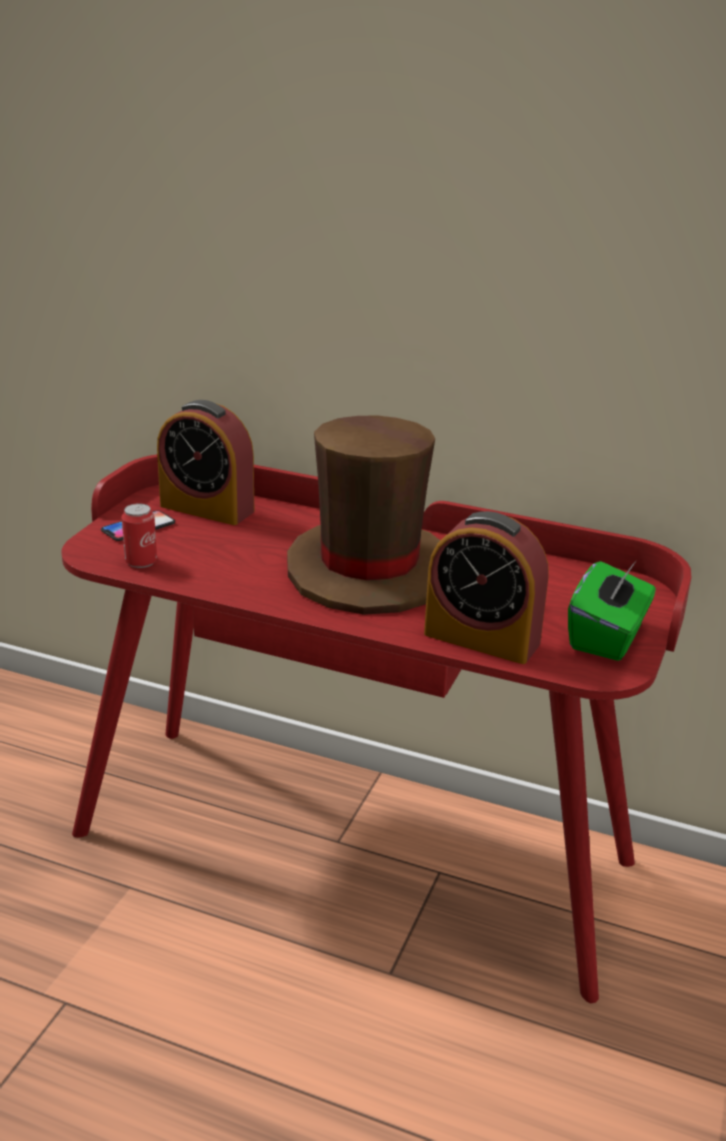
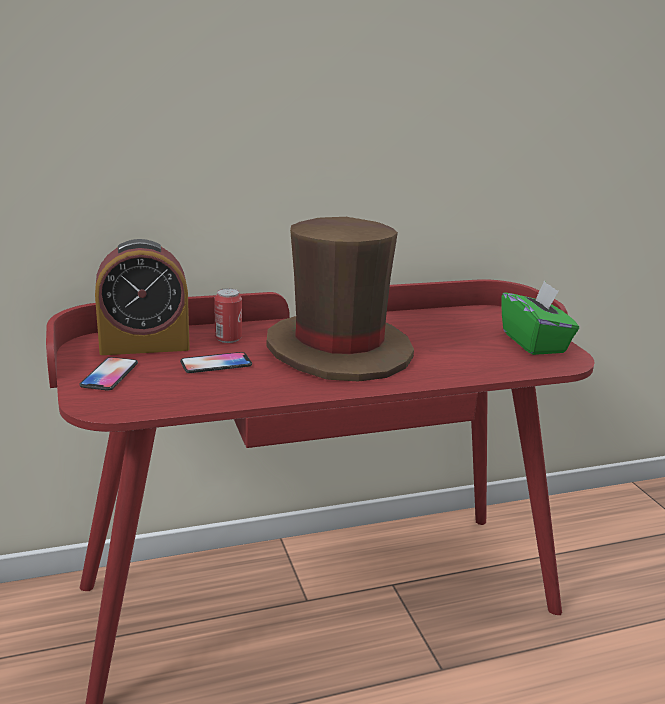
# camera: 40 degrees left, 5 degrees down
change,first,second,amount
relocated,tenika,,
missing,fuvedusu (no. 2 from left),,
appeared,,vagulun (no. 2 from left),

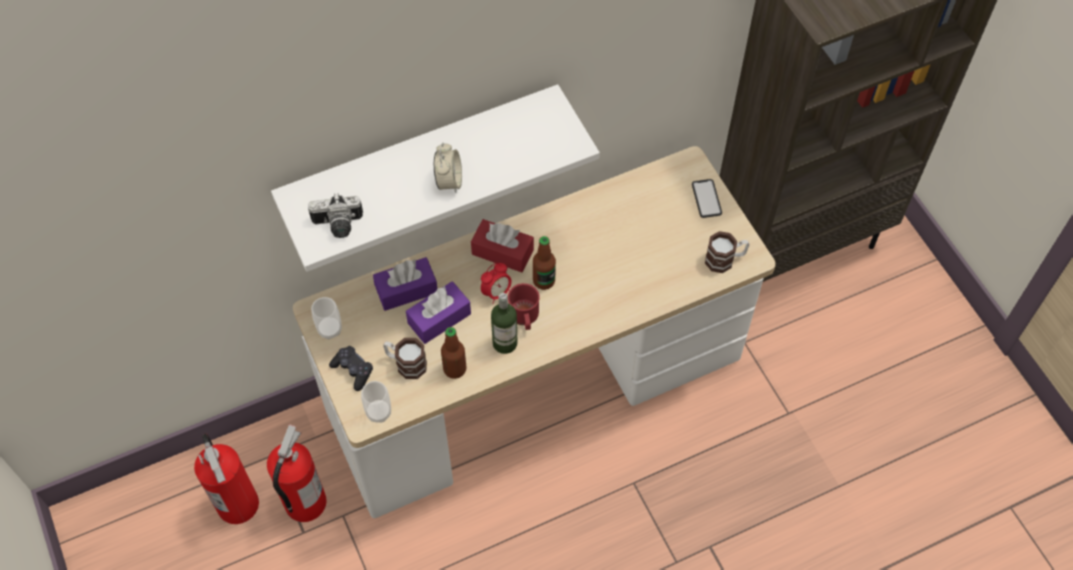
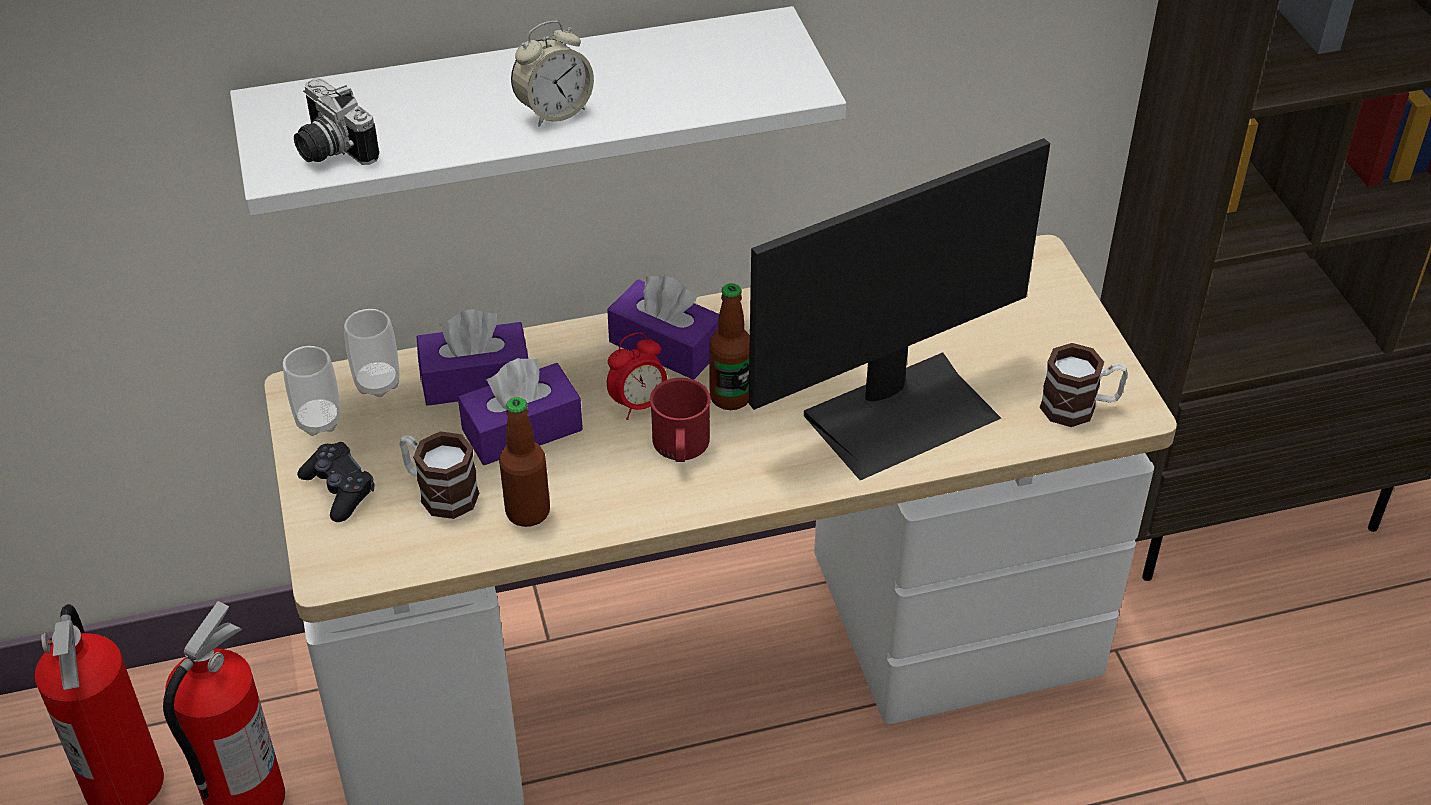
# camera: 10 degrees right, 15 degrees down
change,first,second,amount
spun,fuvedusu (no. 1 from left),,45 degrees clockwise
missing,vagulun,,
spun,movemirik,,45 degrees clockwise
colour,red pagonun,purple pagonun (no. 3 from left),
missing,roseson (no. 2 from left),,
relocated,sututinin (no. 2 from left),,
appeared,,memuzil,

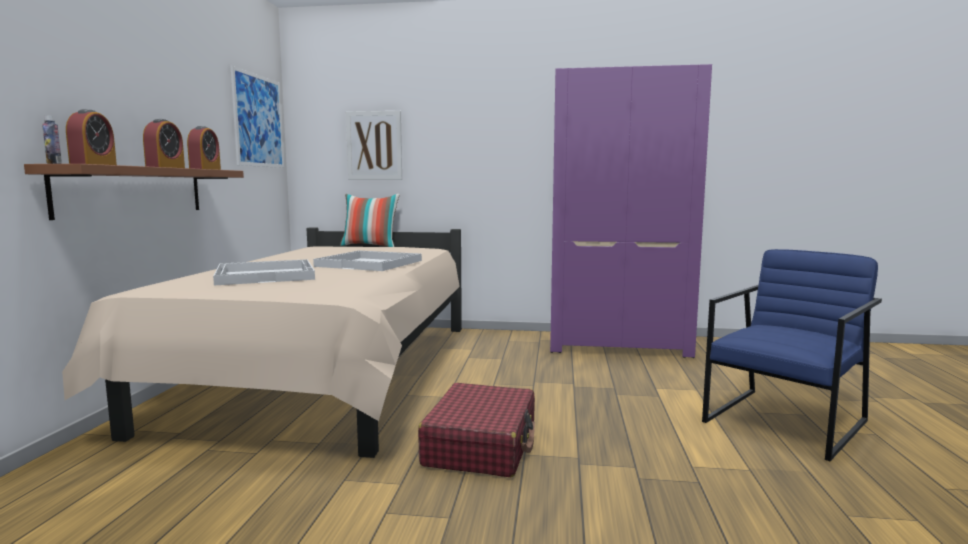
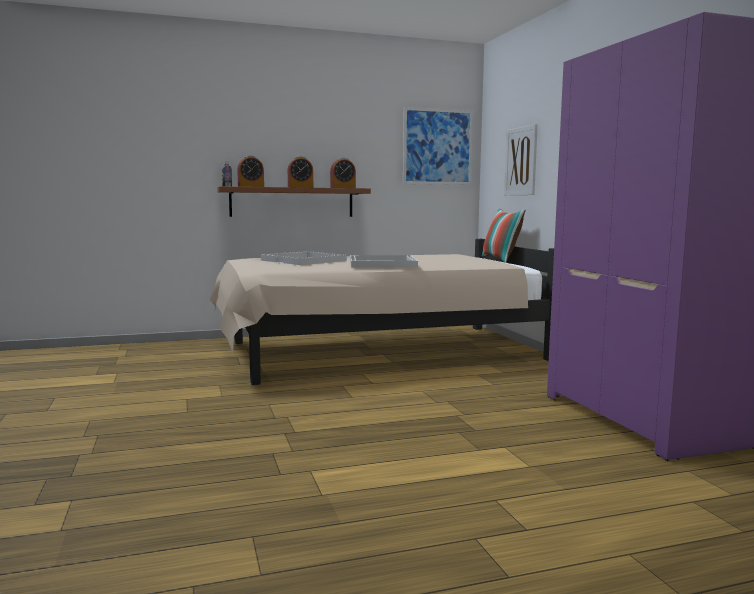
# camera: 65 degrees right, 0 degrees up
change,first,second,amount
missing,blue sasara,,
missing,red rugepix,,

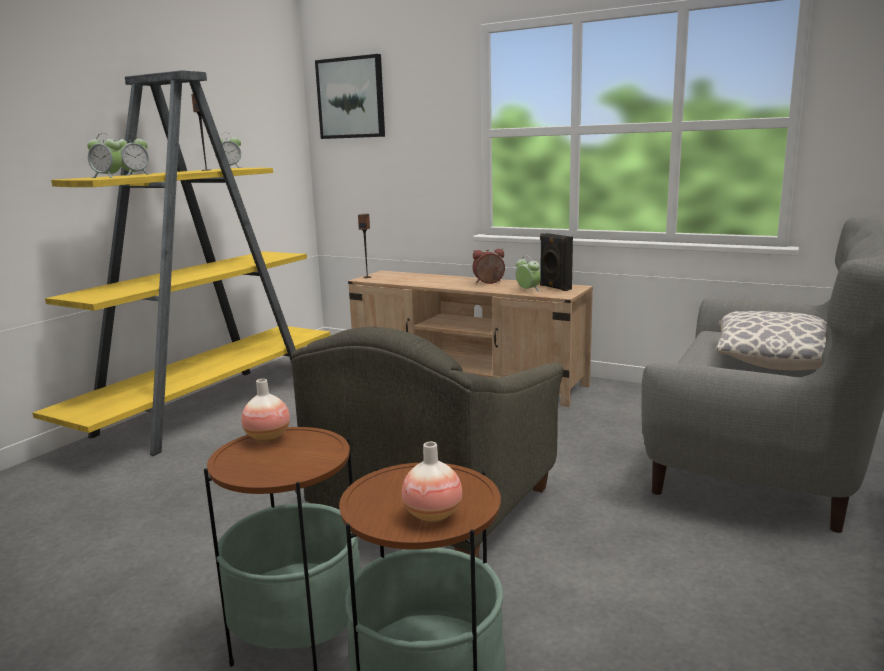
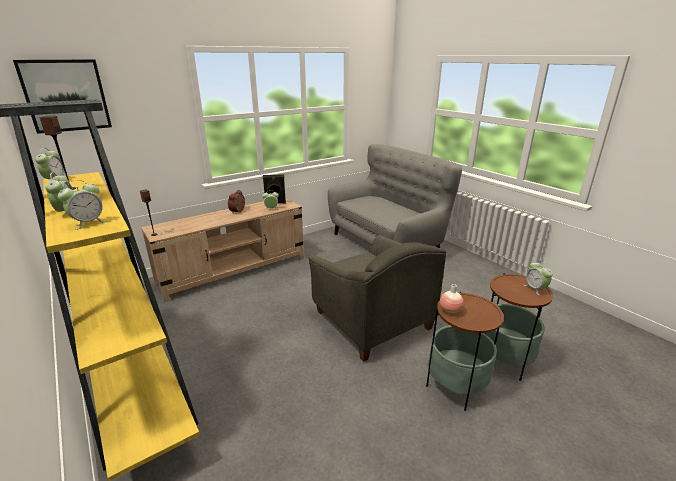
# camera: 65 degrees left, 10 degrees up
change,first,second,amount
missing,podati,,
exchanged,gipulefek (no. 2 from left),fuvedusu (no. 6 from left),

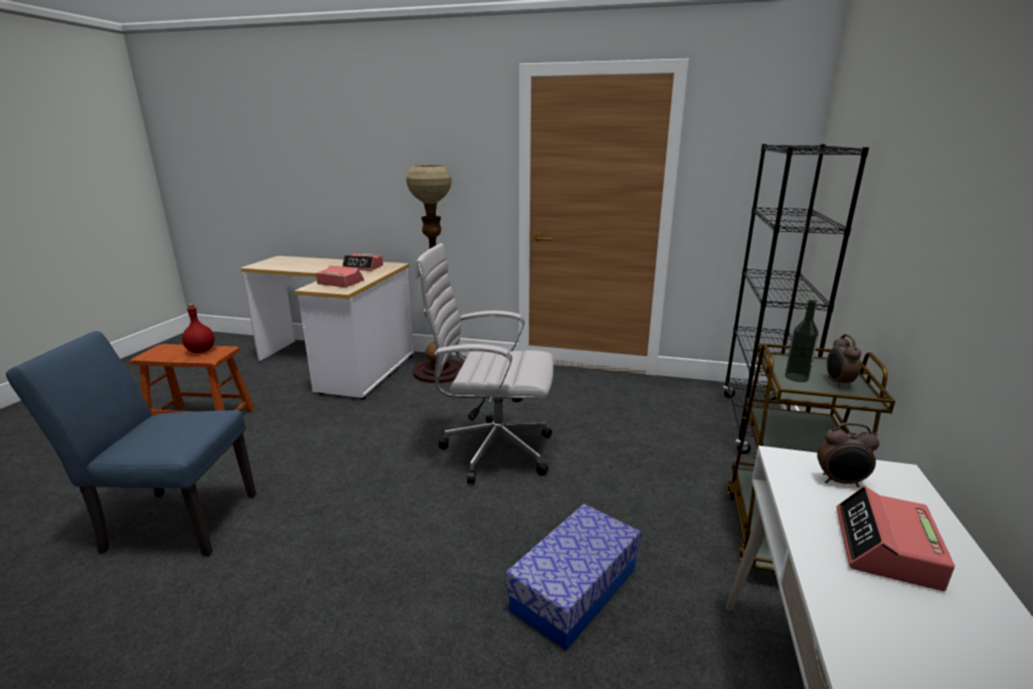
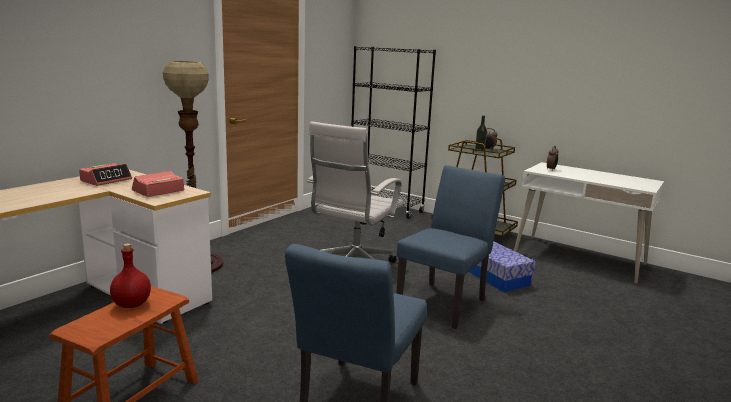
# camera: 70 degrees left, 5 degrees down
change,first,second,amount
missing,fuvedusu (no. 5 from left),,
appeared,,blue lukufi (no. 2 from left),

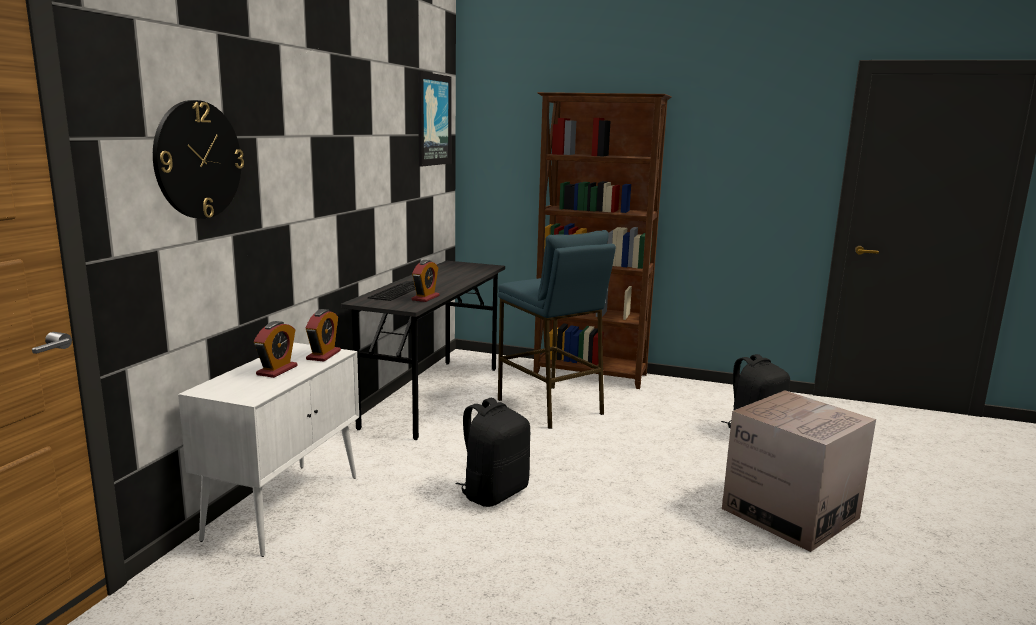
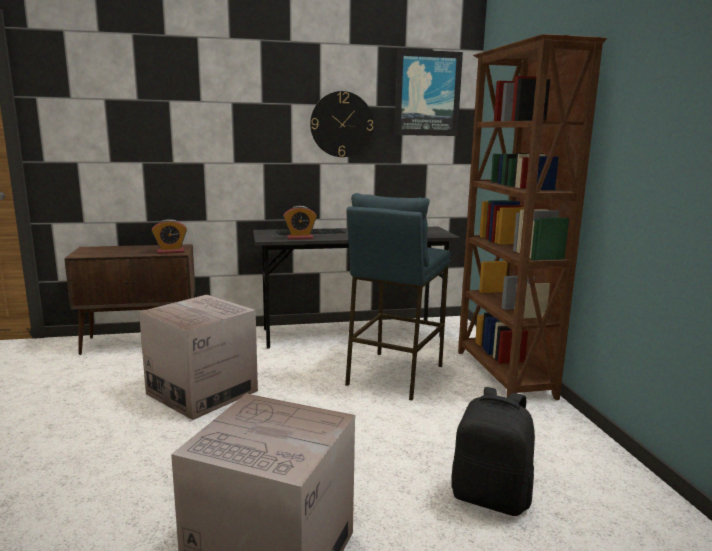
# camera: 60 degrees right, 0 degrees up
change,first,second,amount
relocated,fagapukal,,
missing,fuvedusu (no. 1 from left),,
colour,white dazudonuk,brown dazudonuk,
exchanged,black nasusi (no. 1 from left),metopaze (no. 1 from left),

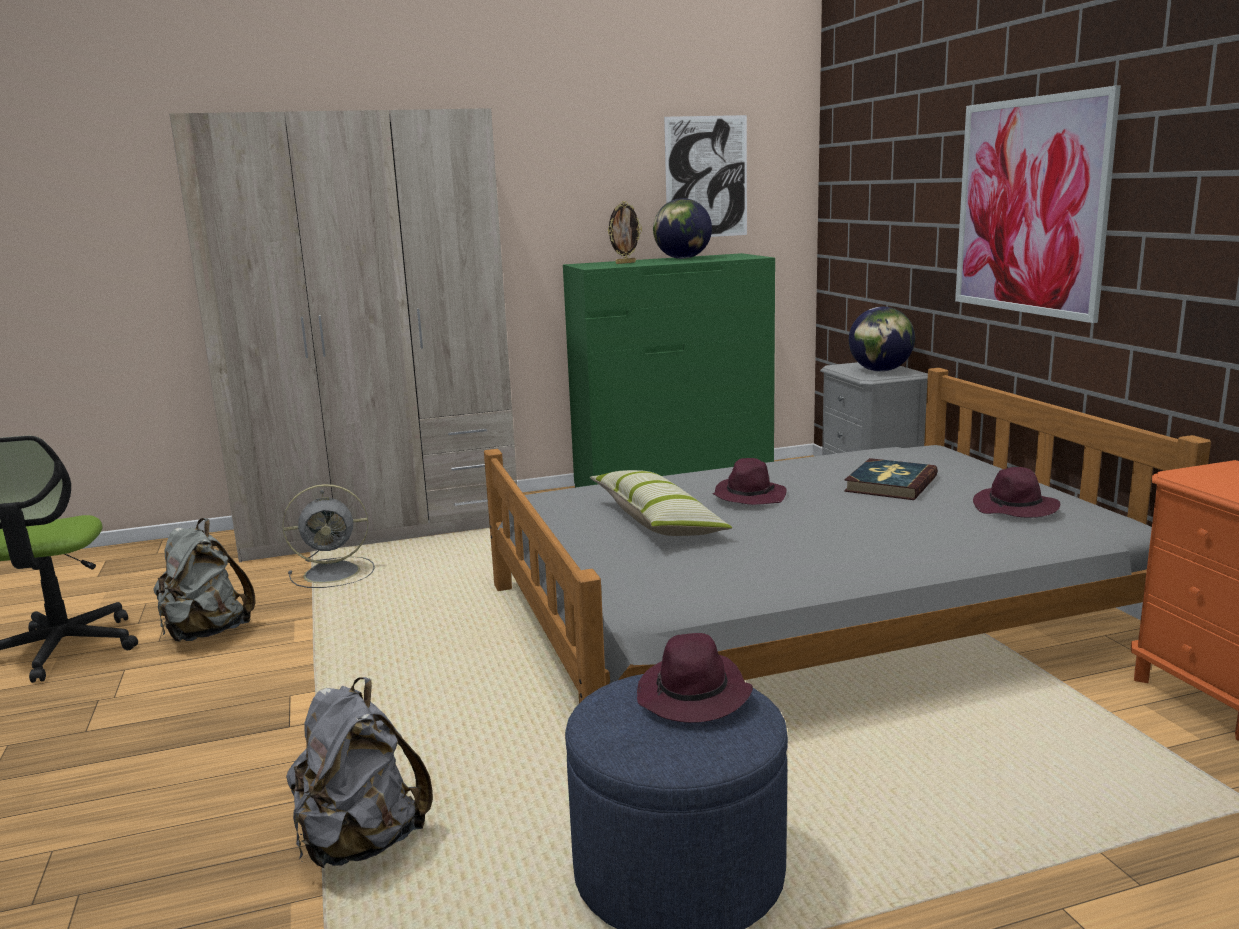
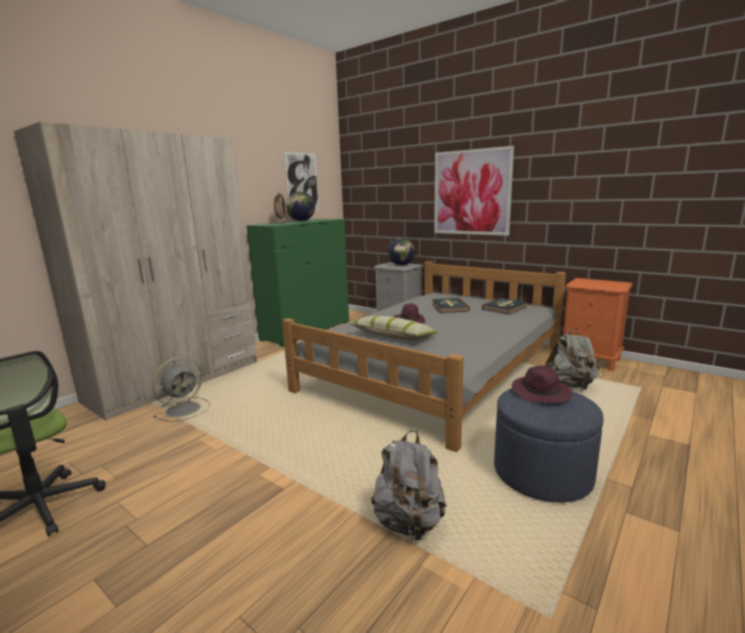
# camera: 35 degrees left, 0 degrees up
change,first,second,amount
exchanged,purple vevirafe (no. 3 from left),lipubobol (no. 2 from left),
relocated,grey nasusi (no. 1 from left in the first image),grey nasusi (no. 2 from left),

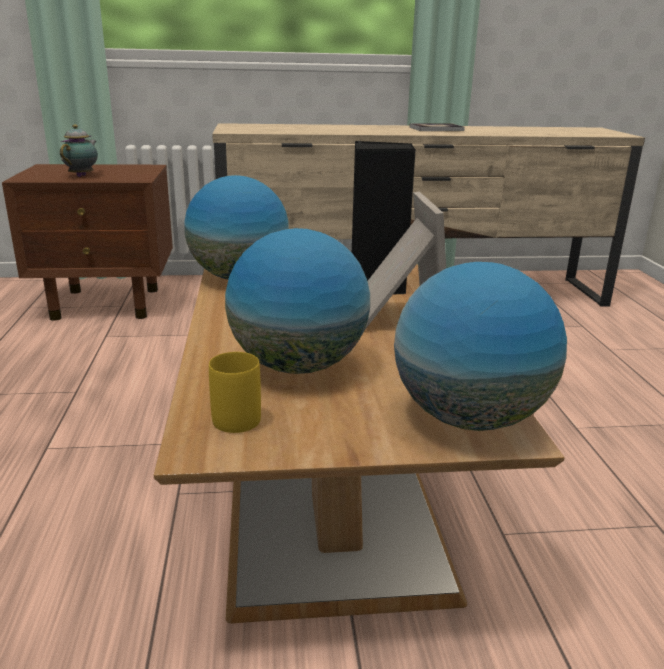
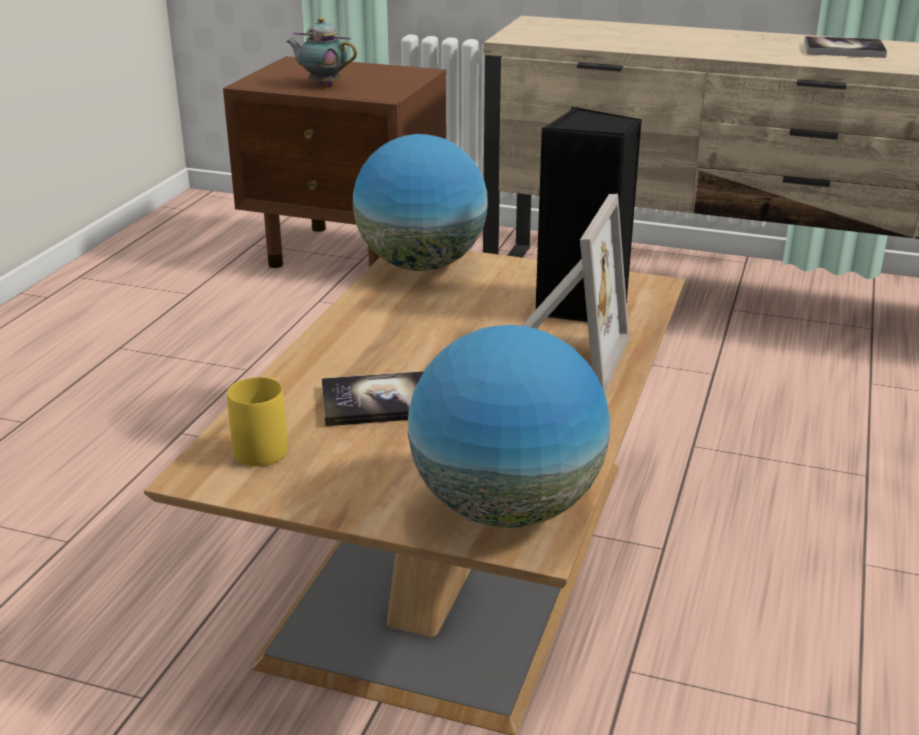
# camera: 25 degrees right, 5 degrees up
change,first,second,amount
spun,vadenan,,105 degrees counterclockwise
exchanged,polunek (no. 2 from left),lipubobol (no. 1 from left),

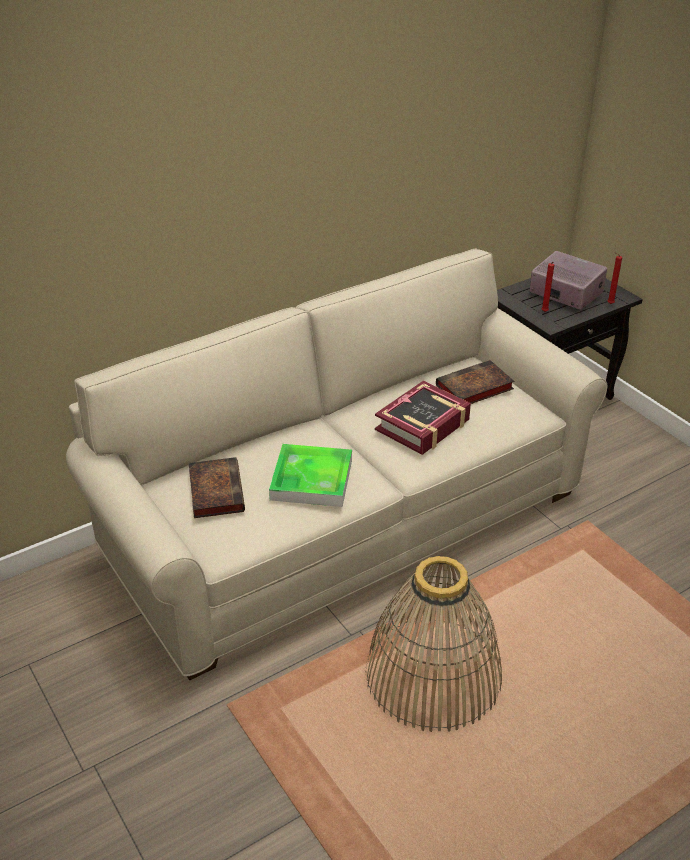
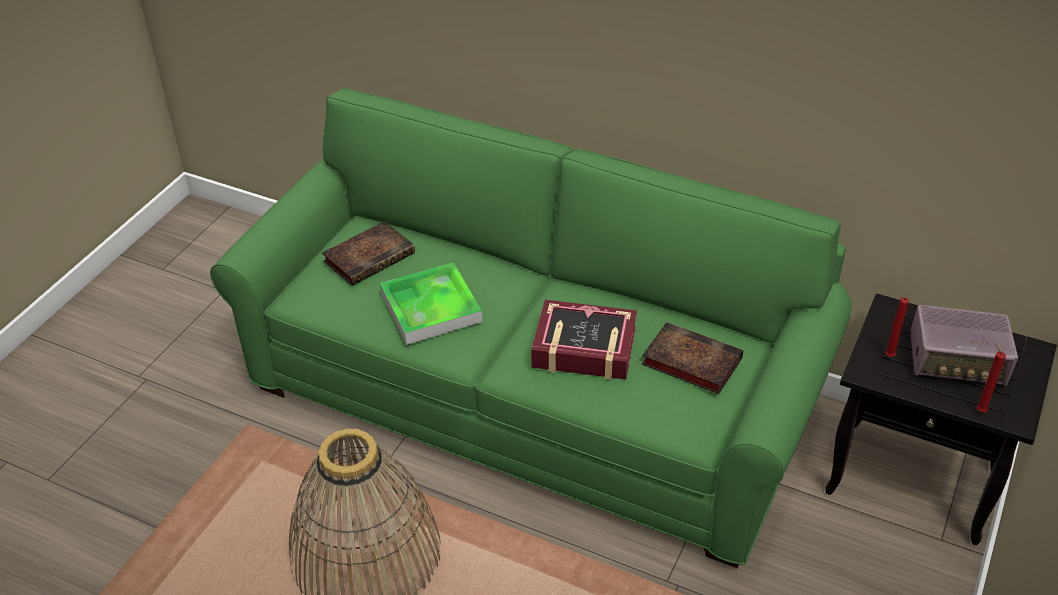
# camera: 60 degrees right, 5 degrees up
change,first,second,amount
colour,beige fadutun,green fadutun,
spun,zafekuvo,,90 degrees clockwise

